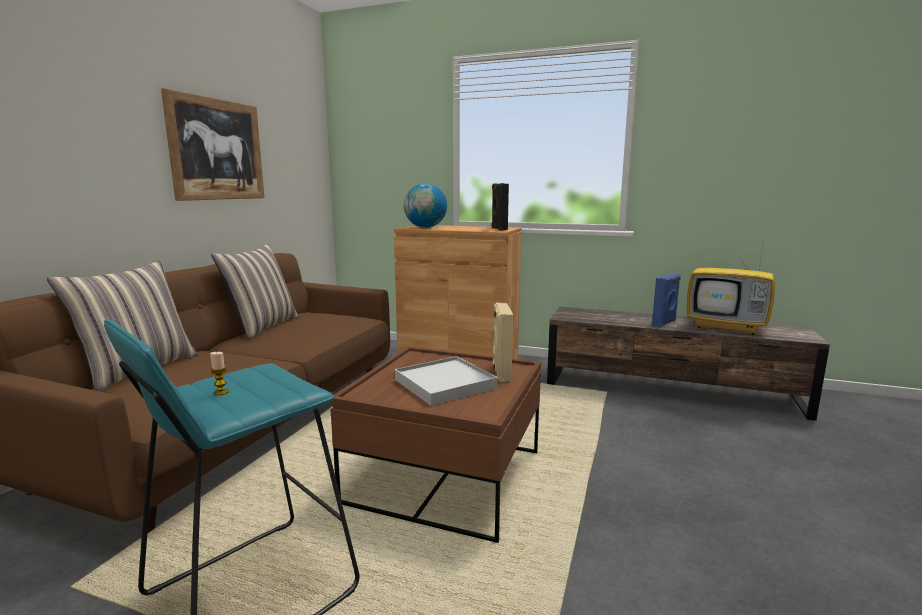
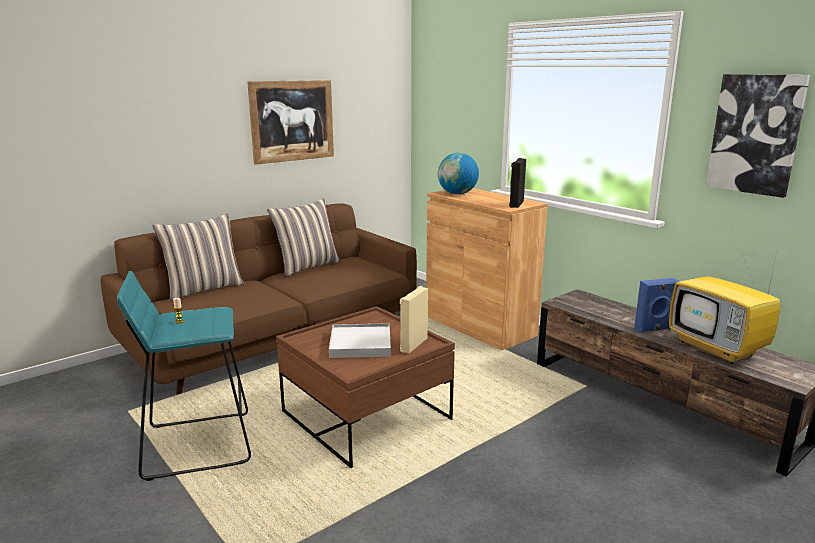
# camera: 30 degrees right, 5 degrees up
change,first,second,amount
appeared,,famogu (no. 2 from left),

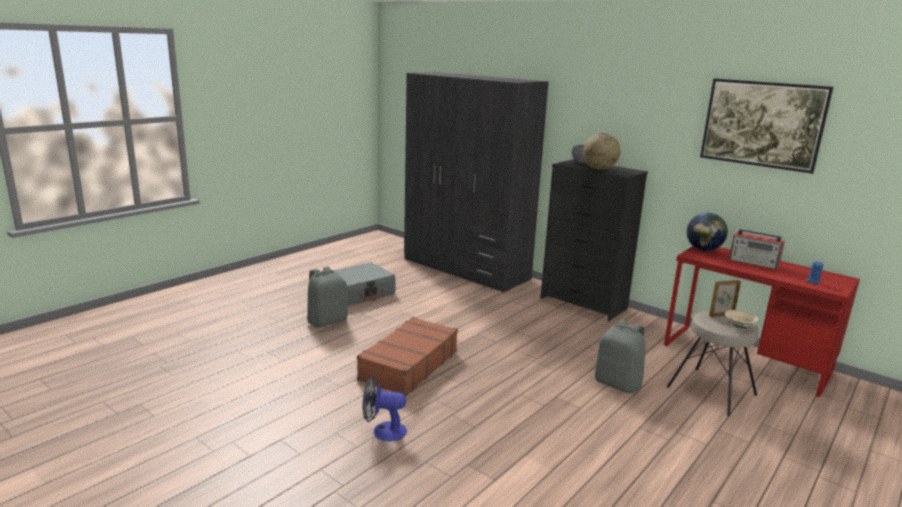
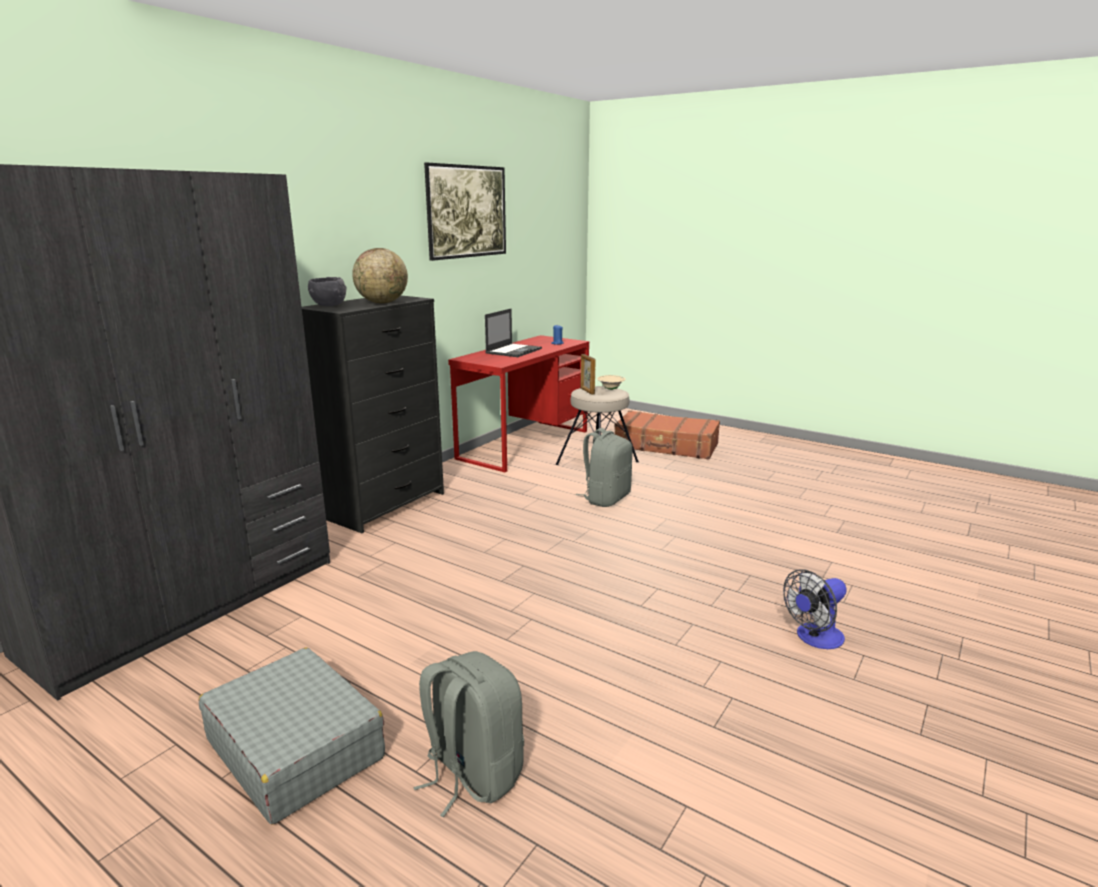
# camera: 95 degrees left, 0 degrees up
change,first,second,amount
missing,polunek (no. 2 from left),,
exchanged,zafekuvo,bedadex,
relocated,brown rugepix,,
spun,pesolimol,,60 degrees clockwise

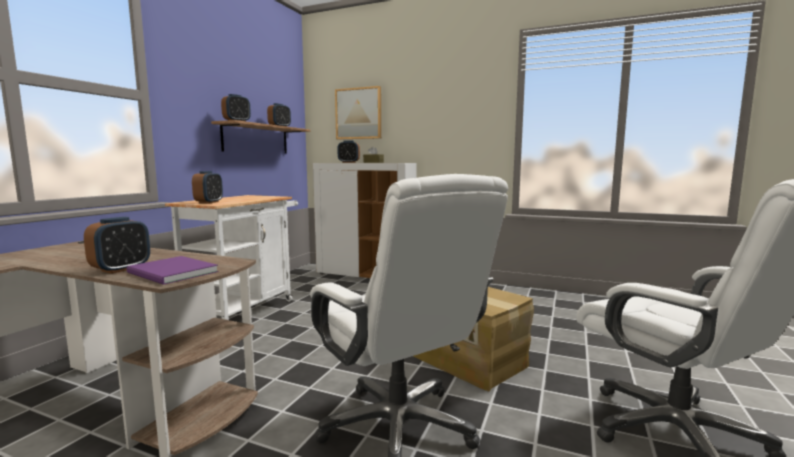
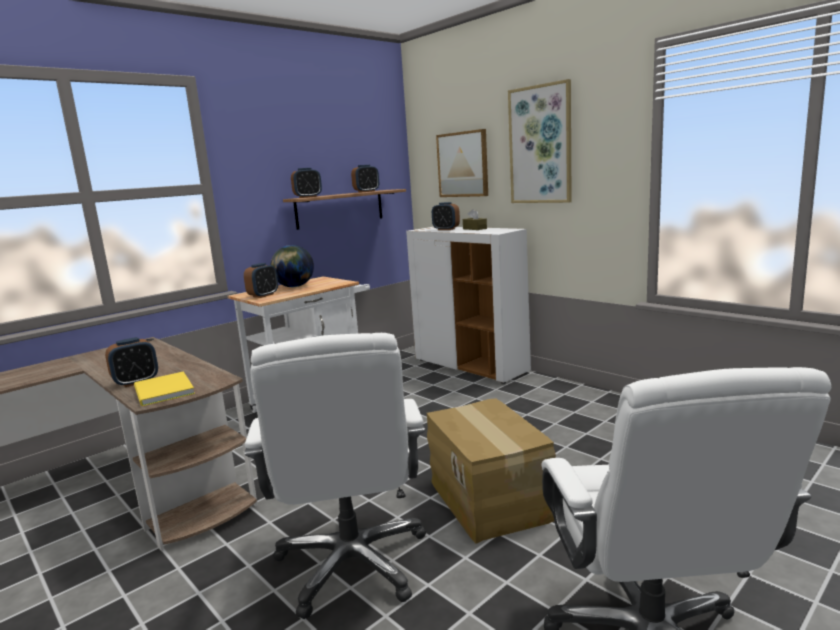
# camera: 25 degrees right, 5 degrees up
change,first,second,amount
colour,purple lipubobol,yellow lipubobol,
appeared,,famogu (no. 2 from left),
appeared,,polunek,

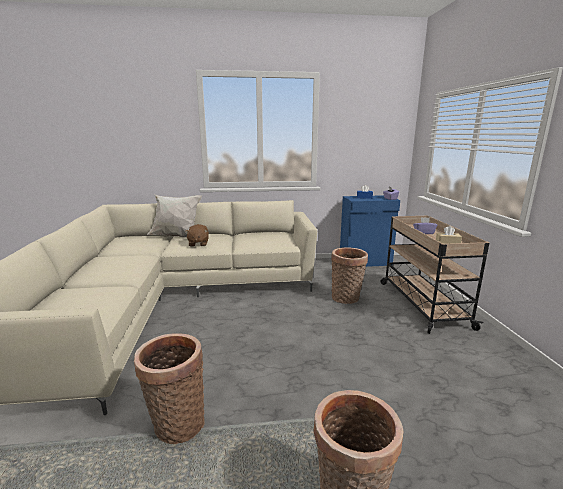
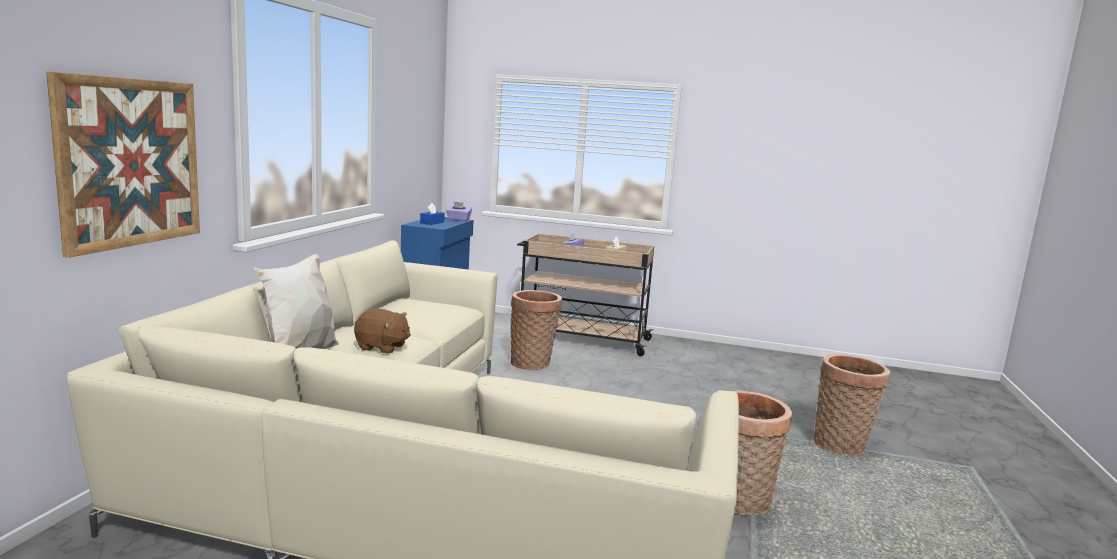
# camera: 70 degrees left, 5 degrees down
change,first,second,amount
appeared,,famogu,

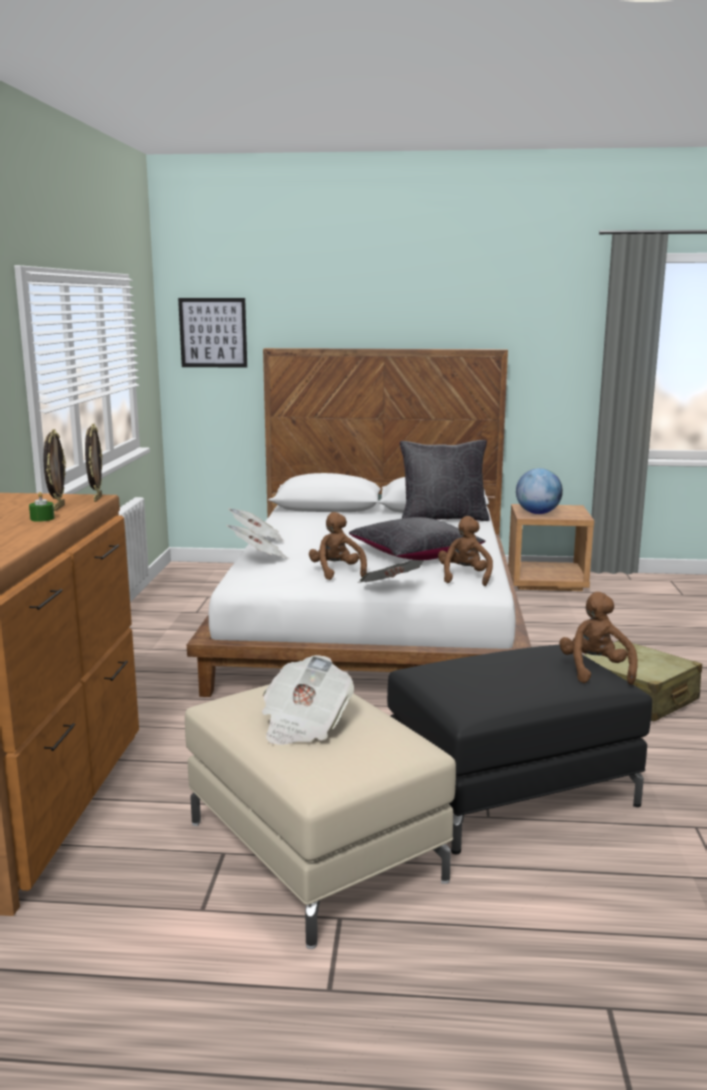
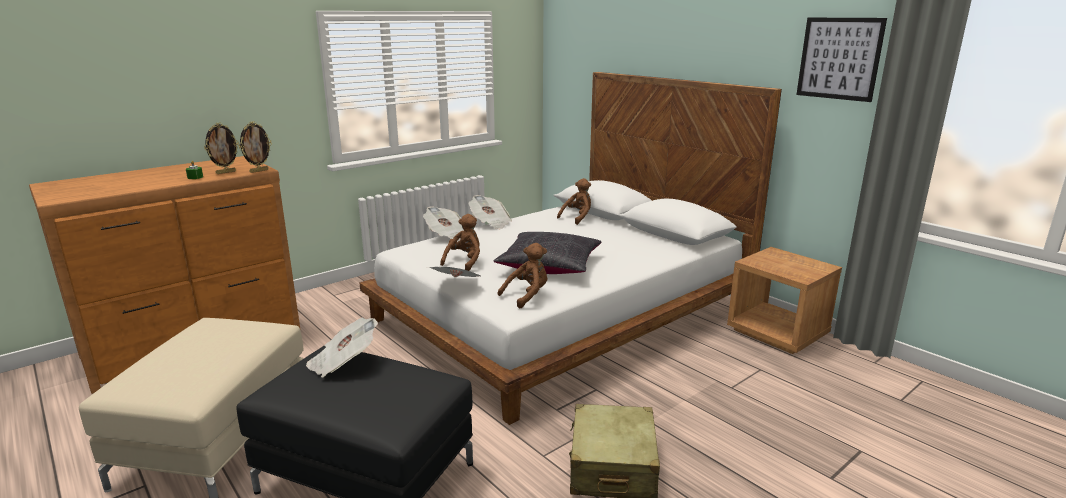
# camera: 45 degrees right, 5 degrees up
change,first,second,amount
relocated,famogu,,
missing,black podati (no. 2 from left),,
missing,polunek,,
relocated,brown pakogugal (no. 3 from left),,
relocated,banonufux (no. 3 from left in the first image),banonufux (no. 1 from left),

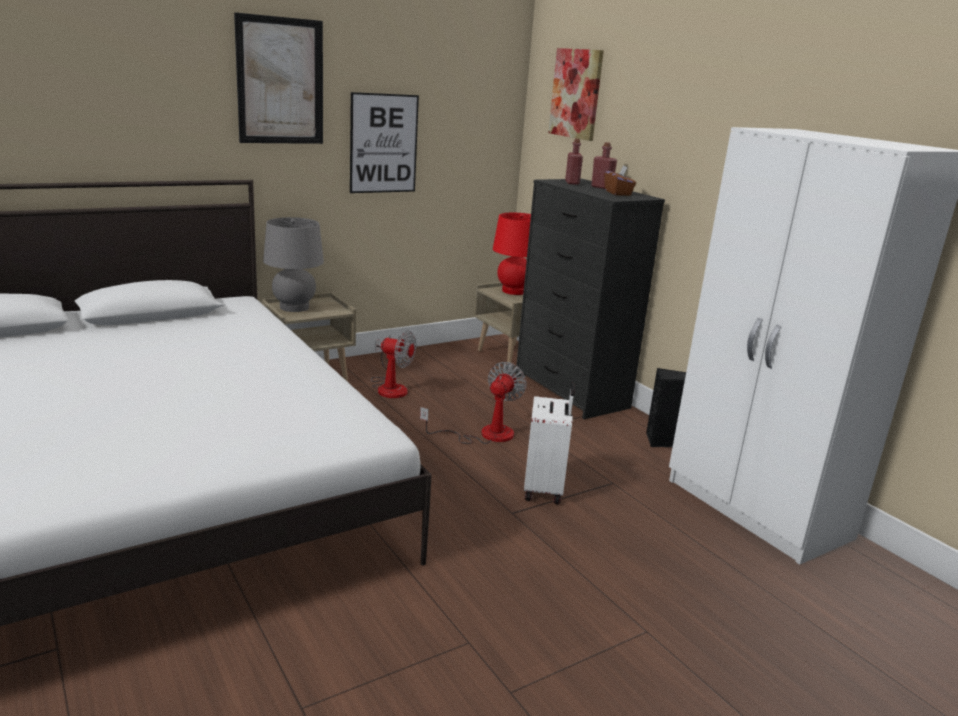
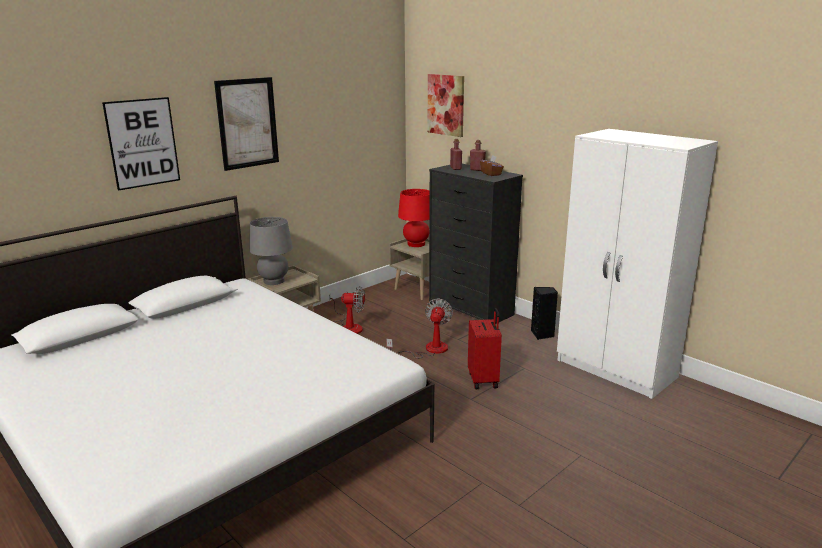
# camera: 10 degrees left, 0 degrees up
change,first,second,amount
relocated,famogu (no. 2 from left in the first image),famogu (no. 1 from left),
colour,white rugepix,red rugepix,

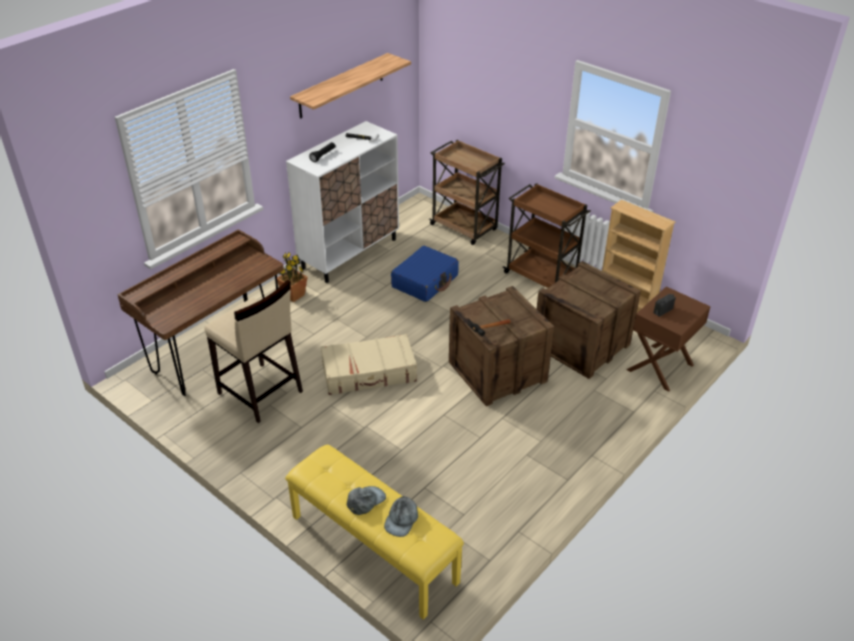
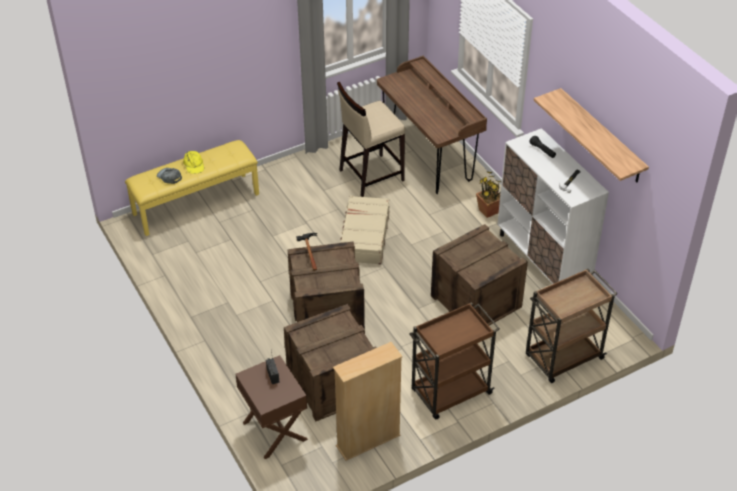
# camera: 110 degrees right, 5 degrees up
change,first,second,amount
exchanged,blue rugepix,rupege (no. 3 from left),
colour,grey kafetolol (no. 1 from left),yellow kafetolol,

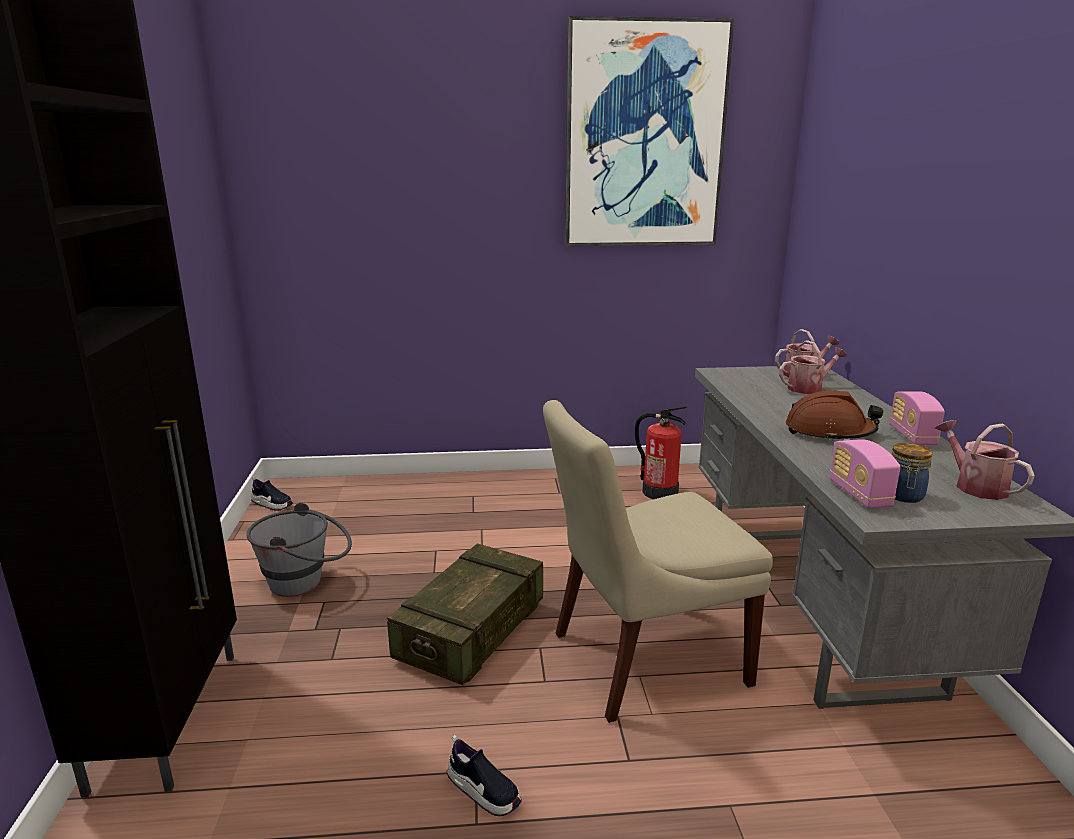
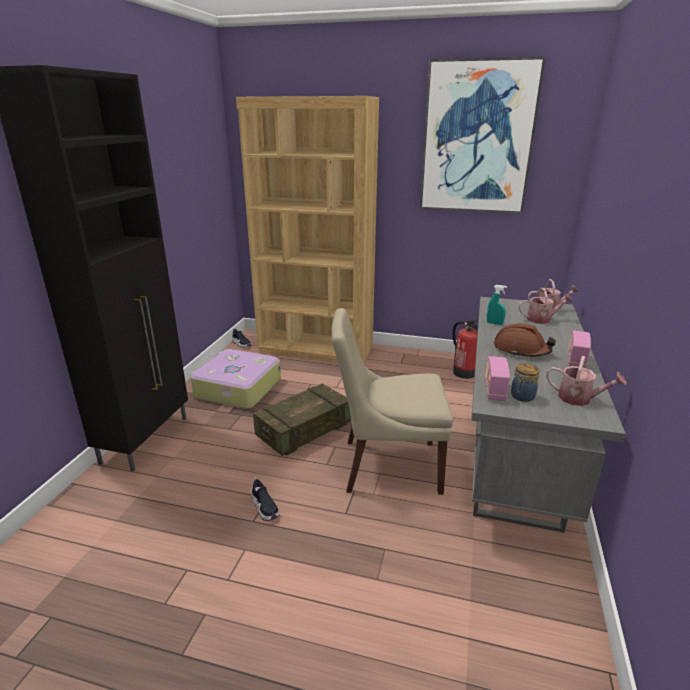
# camera: 20 degrees right, 5 degrees up
change,first,second,amount
spun,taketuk (no. 3 from left),,120 degrees clockwise
exchanged,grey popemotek,rugepix,
appeared,,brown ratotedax,
appeared,,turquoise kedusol,

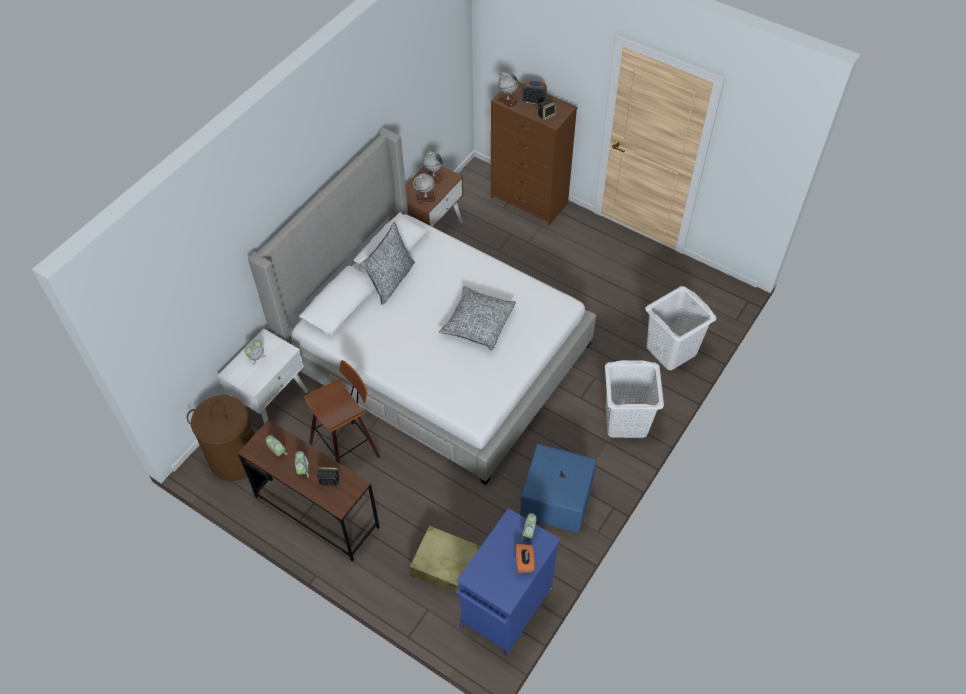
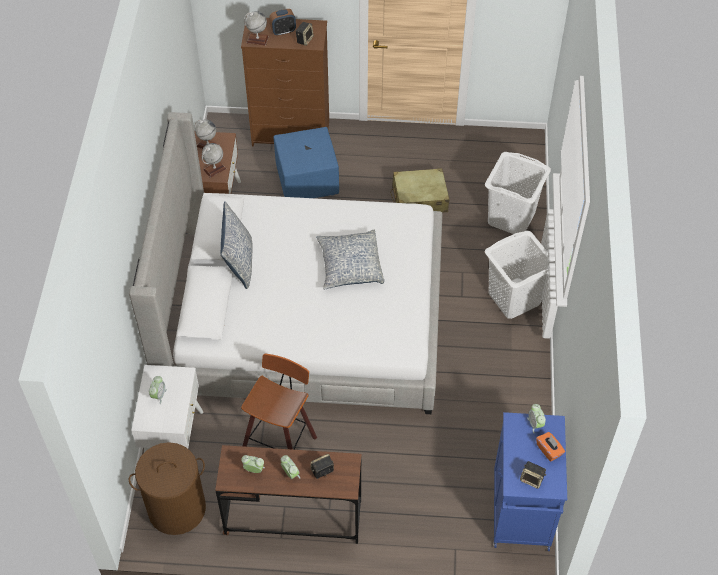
# camera: 30 degrees left, 0 degrees up
change,first,second,amount
relocated,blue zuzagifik,,
relocated,beige rugepix,,
appeared,,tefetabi (no. 3 from left),

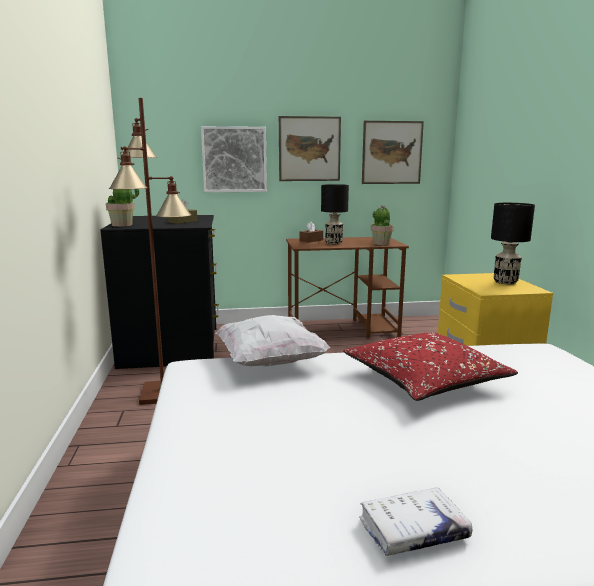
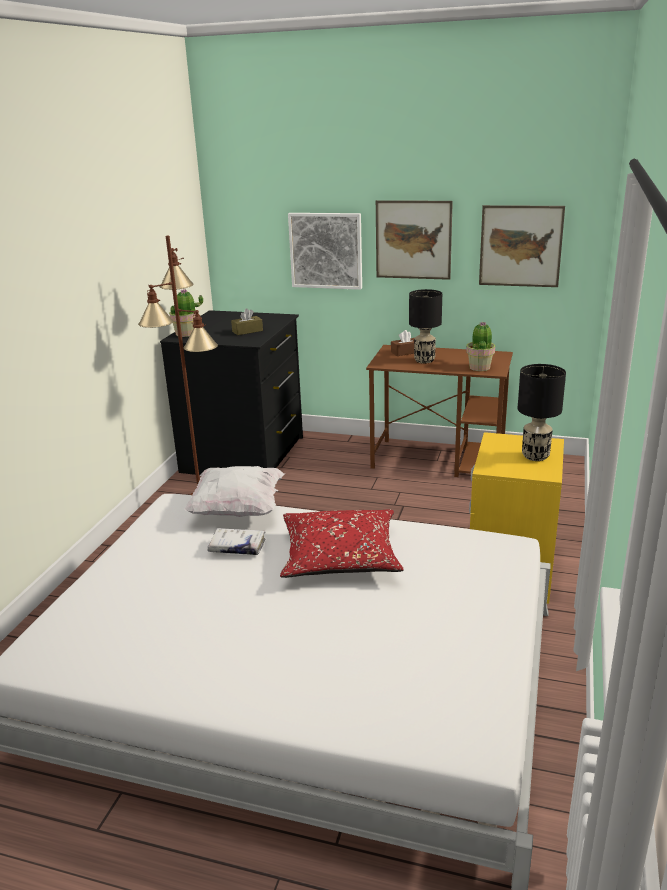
# camera: 25 degrees right, 10 degrees up
change,first,second,amount
relocated,white lipubobol,,

